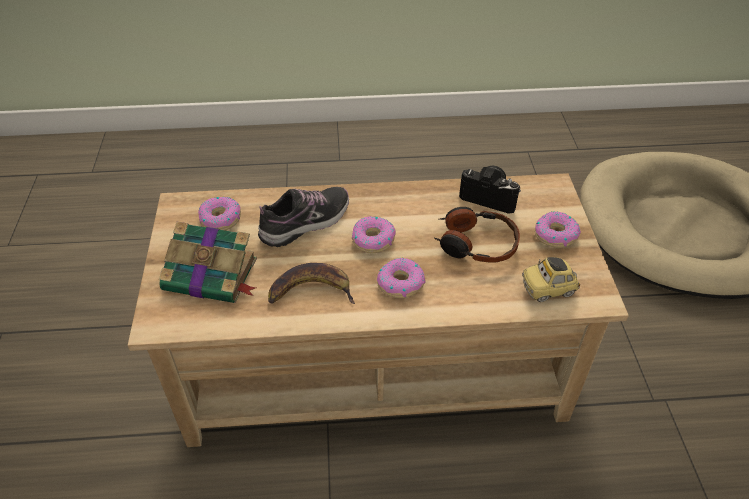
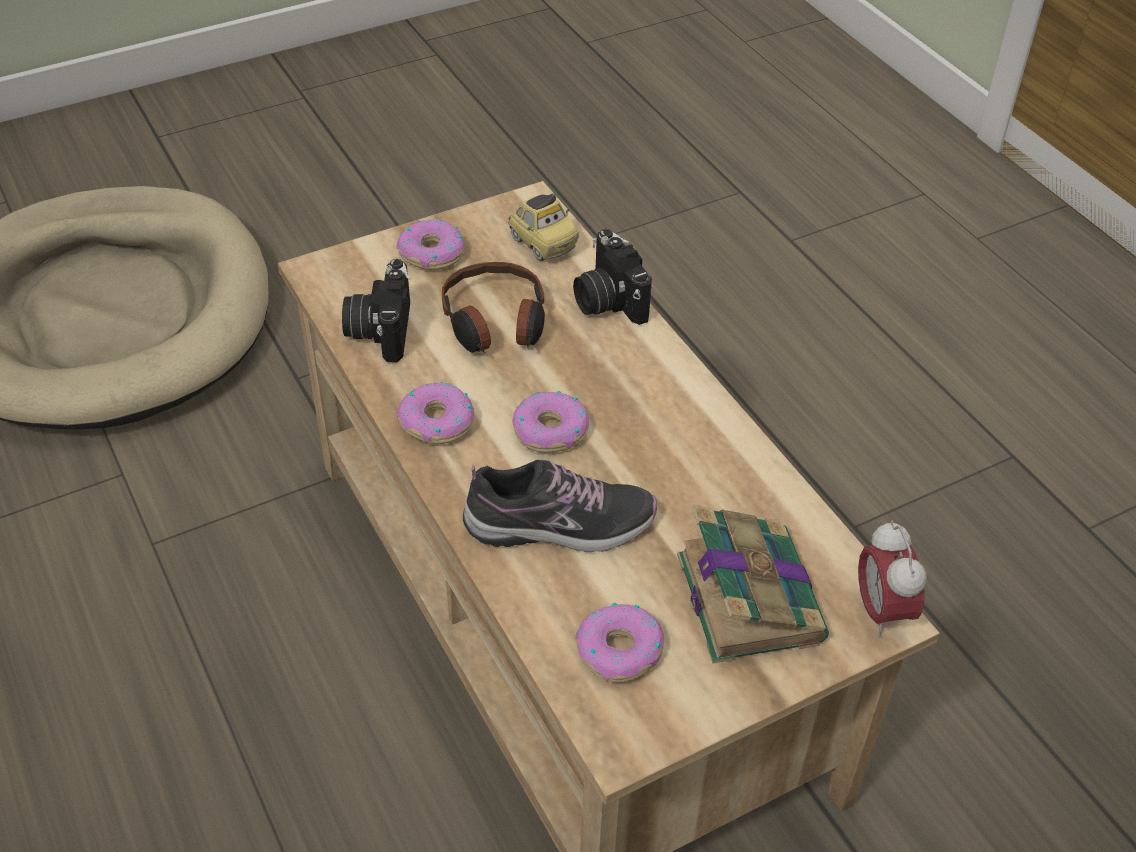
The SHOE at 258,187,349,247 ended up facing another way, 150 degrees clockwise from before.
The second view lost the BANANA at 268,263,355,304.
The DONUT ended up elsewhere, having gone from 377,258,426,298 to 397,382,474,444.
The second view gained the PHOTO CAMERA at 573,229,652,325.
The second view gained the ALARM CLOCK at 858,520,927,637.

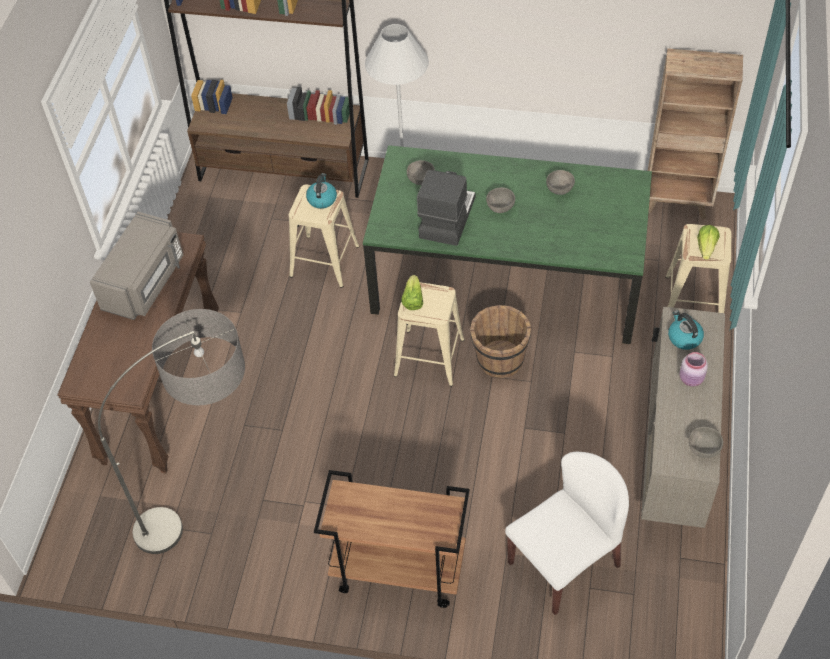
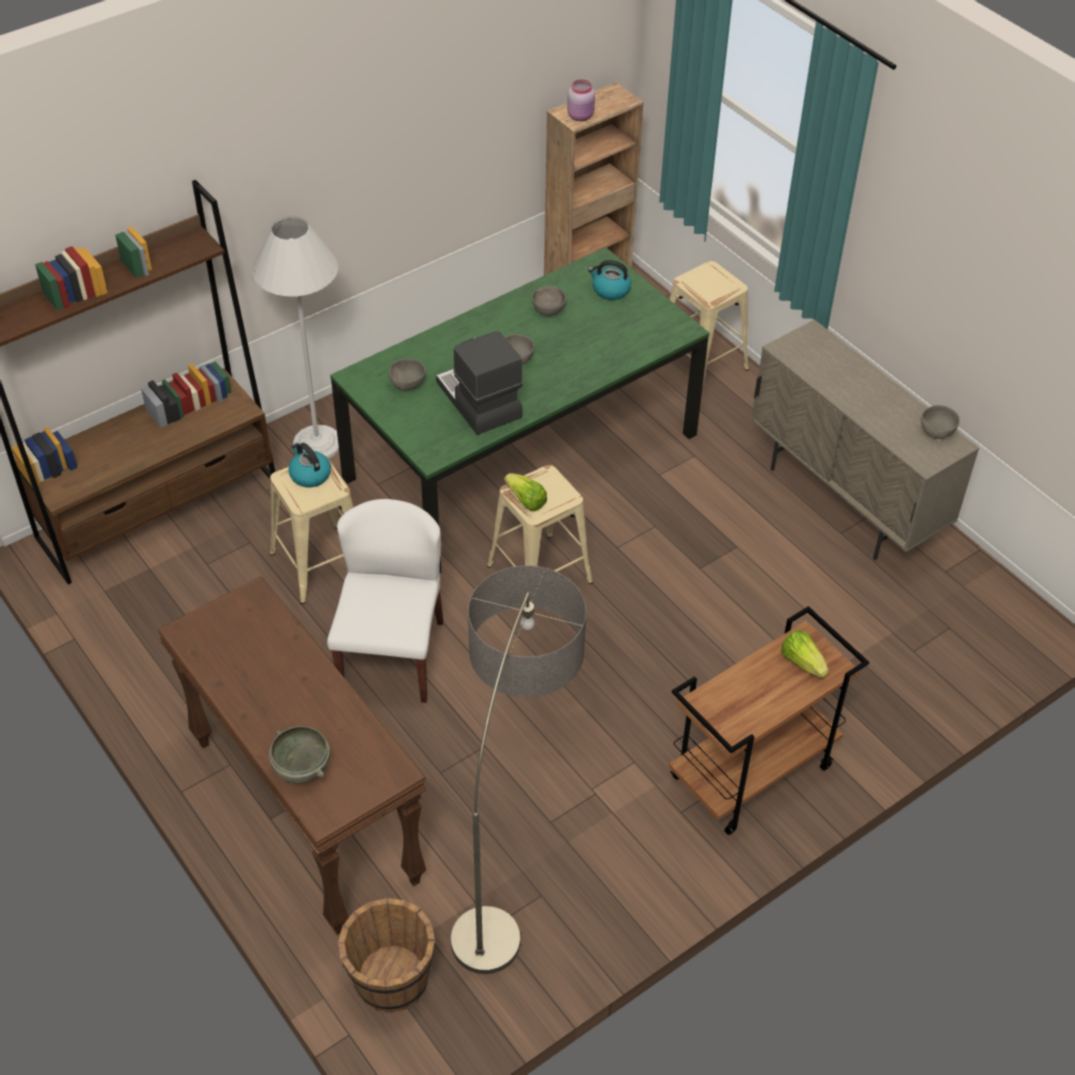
The second view lost the GREY MICROWAVE at 90,212,183,320.
The BROWN BUCKET ended up elsewhere, having gone from 470,305,531,378 to 338,898,435,1013.
The WHITE CHAIR ended up elsewhere, having gone from 505,452,629,615 to 327,499,443,703.
The KETTLE ended up elsewhere, having gone from 668,310,704,350 to 588,260,631,300.
The PINK JAR ended up elsewhere, having gone from 680,352,708,386 to 567,79,595,121.
The LETTUCE ended up elsewhere, having gone from 697,225,720,260 to 781,630,829,678.
The second view gained the GREY BOWL at 269,726,330,783.

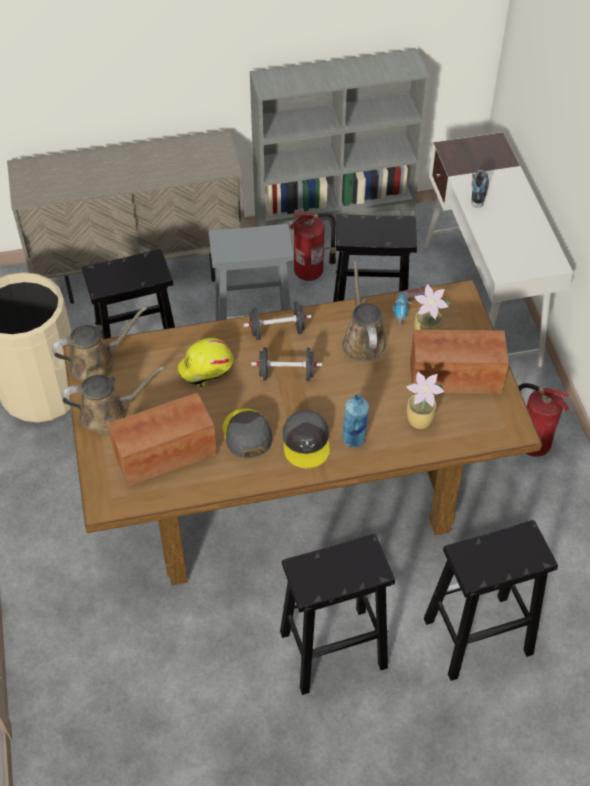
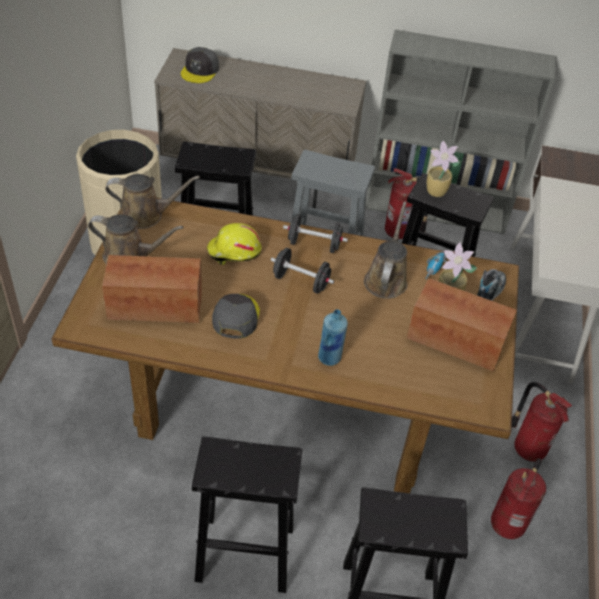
The GREY CAP ended up elsewhere, having gone from 283,410,330,468 to 181,47,219,83.
The POTTED PLANT ended up elsewhere, having gone from 406,371,445,429 to 427,140,461,197.
The SHOE ended up elsewhere, having gone from 471,170,489,208 to 477,269,506,301.
The second view gained the FIRE EXTINGUISHER at 491,458,546,539.

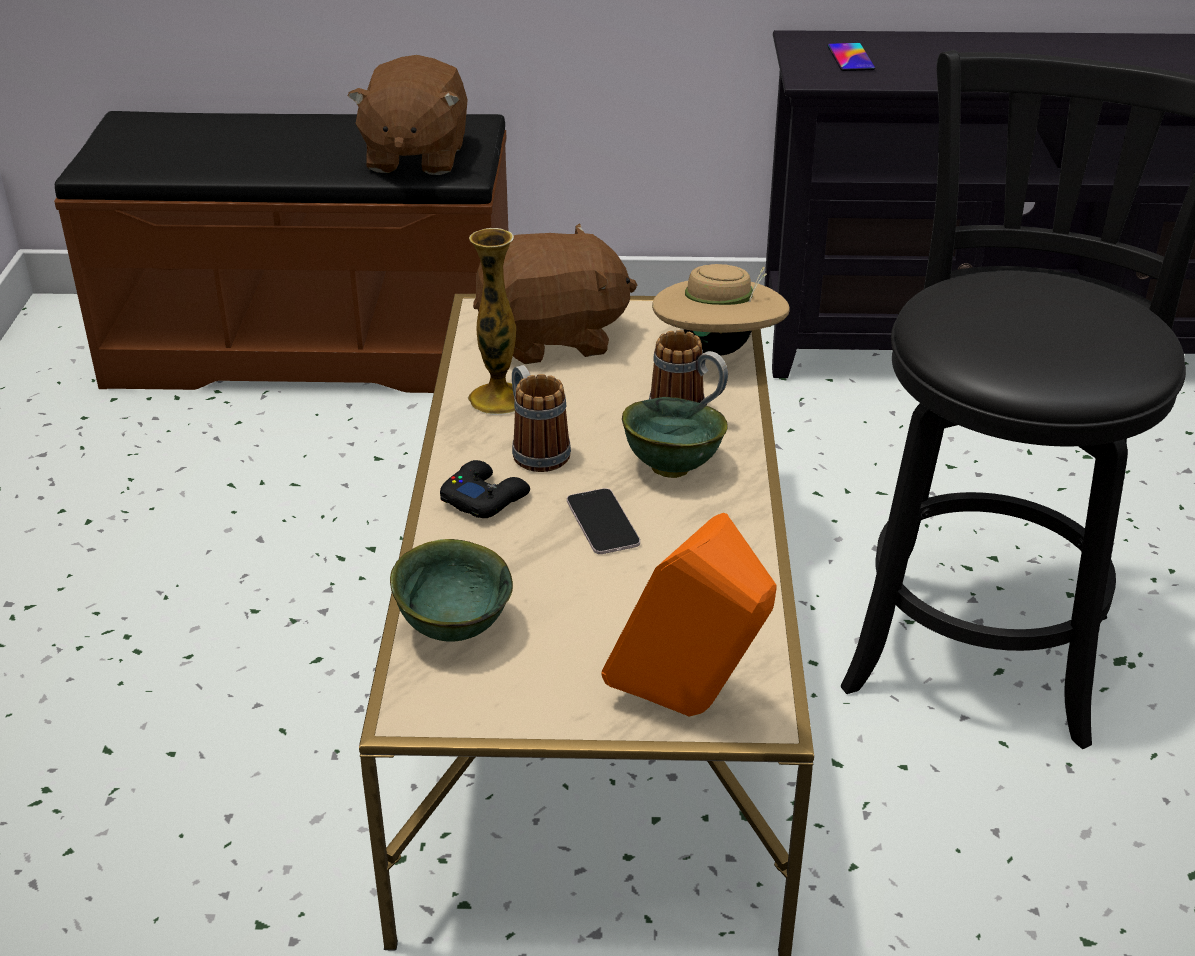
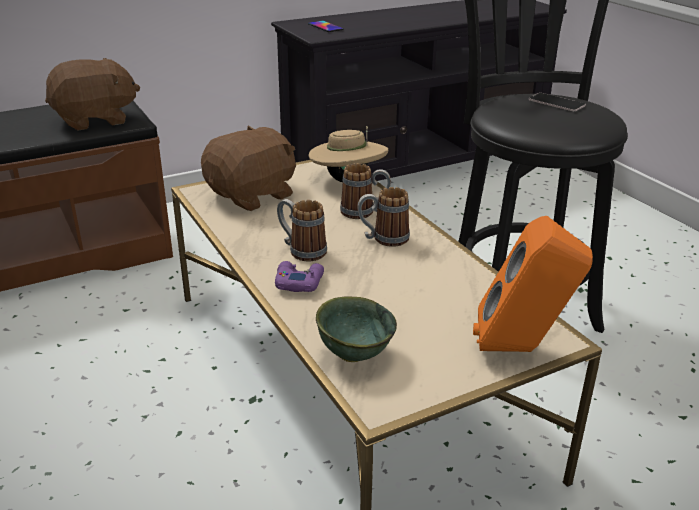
The BROWN PLUSH TOY at 347,55,468,175 ended up facing another way, 90 degrees counterclockwise from before.
What was the BLACK GAME CONTROLLER at 440,460,530,518 turned into the PURPLE GAME CONTROLLER at 275,261,324,292.
The second view lost the VASE at 467,228,516,415.
The PHONE ended up elsewhere, having gone from 567,488,640,554 to 529,93,586,111.
Where the GREEN BOWL stood at 622,397,727,478, the MUG came to stand at 357,187,410,247.

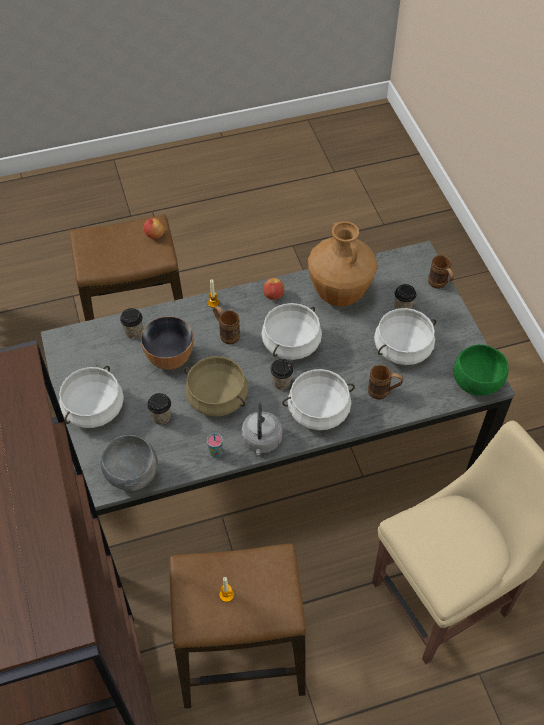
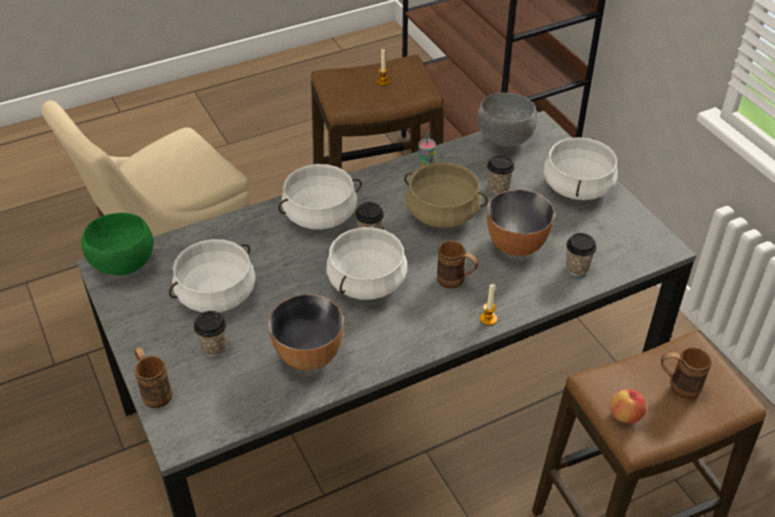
The second view lost the GREY KETTLE at 241,403,282,455.
The second view lost the APPLE at 263,278,284,300.
Where the BROWN VASE stood at 308,221,377,306, the BOWL came to stand at 268,294,344,370.
The BROWN MUG ended up elsewhere, having gone from 368,365,403,400 to 661,347,712,399.

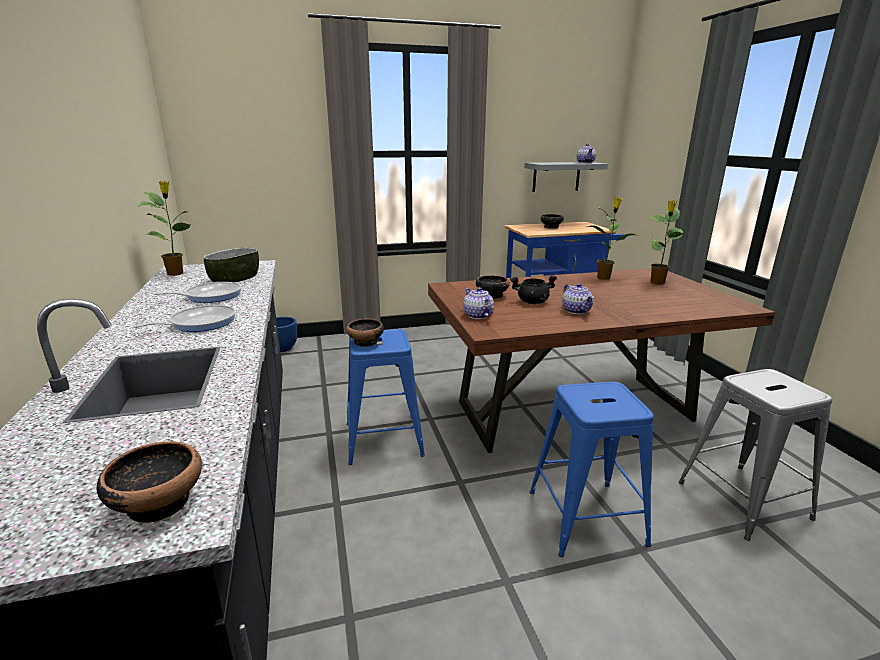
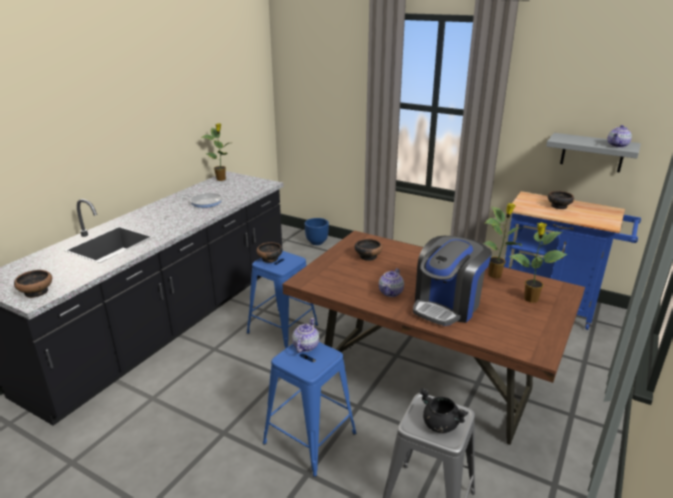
The second view lost the FRYING PAN at 133,305,236,332.
The second view lost the BOWL at 203,248,259,283.
The TEAPOT ended up elsewhere, having gone from 463,287,494,319 to 292,318,320,353.
The BLACK COOKING POT ended up elsewhere, having gone from 510,275,557,304 to 419,388,468,433.
The second view gained the COFFEE MACHINE at 413,236,492,326.

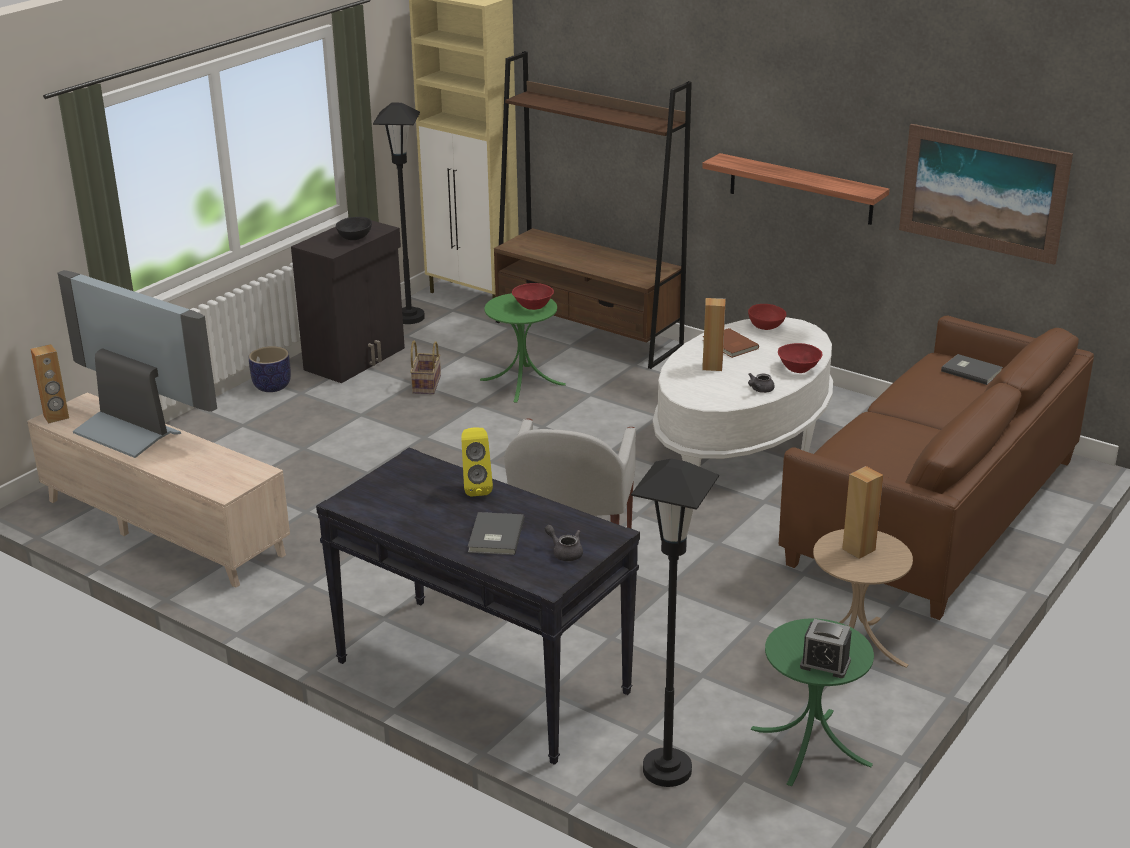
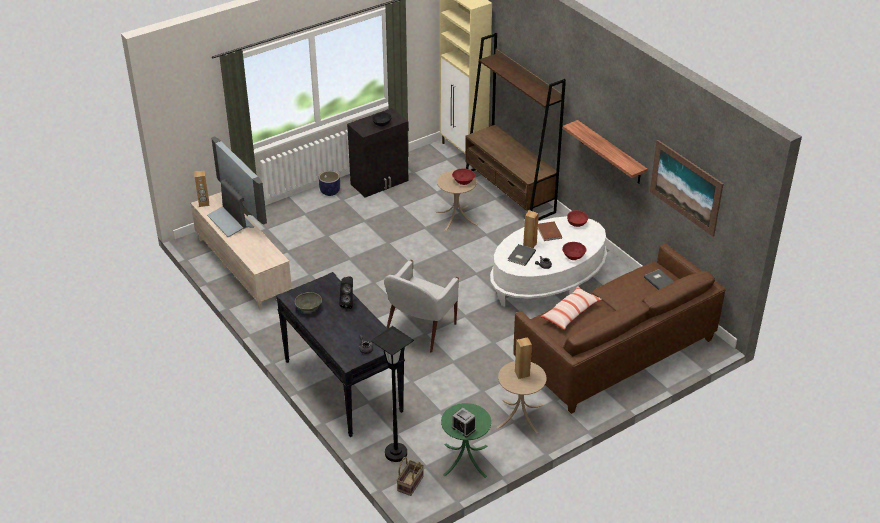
The second view lost the BLACK FLOOR LAMP at 373,103,425,324.
The BASKET ended up elsewhere, having gone from 410,341,441,394 to 397,457,424,496.
What was the YELLOW SPEAKER at 461,427,493,497 turned into the BLACK SPEAKER at 339,276,353,309.
The GREY BOOK ended up elsewhere, having gone from 468,512,524,555 to 508,244,536,266.
What was the GREEN SIDE TABLE at 480,293,566,402 turned into the BEIGE SIDE TABLE at 435,170,478,231.
The second view gained the GREY BOWL at 295,292,322,313.
The second view gained the PILLOW at 540,286,602,330.

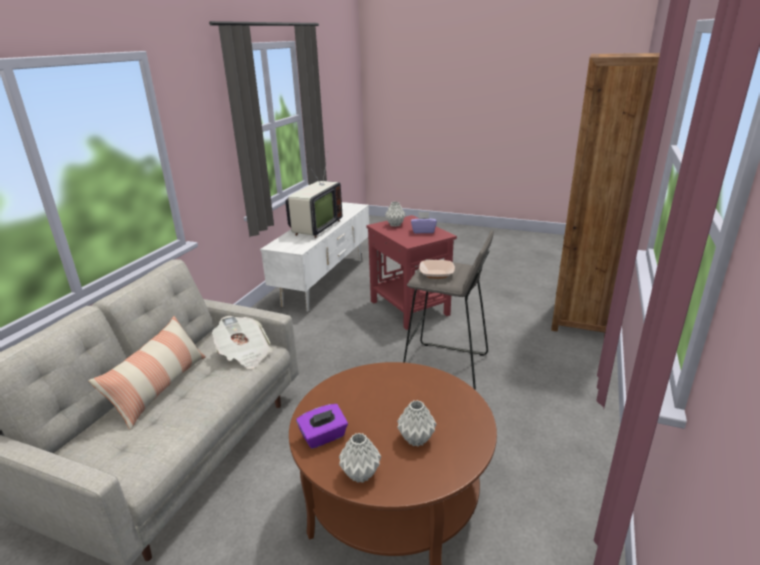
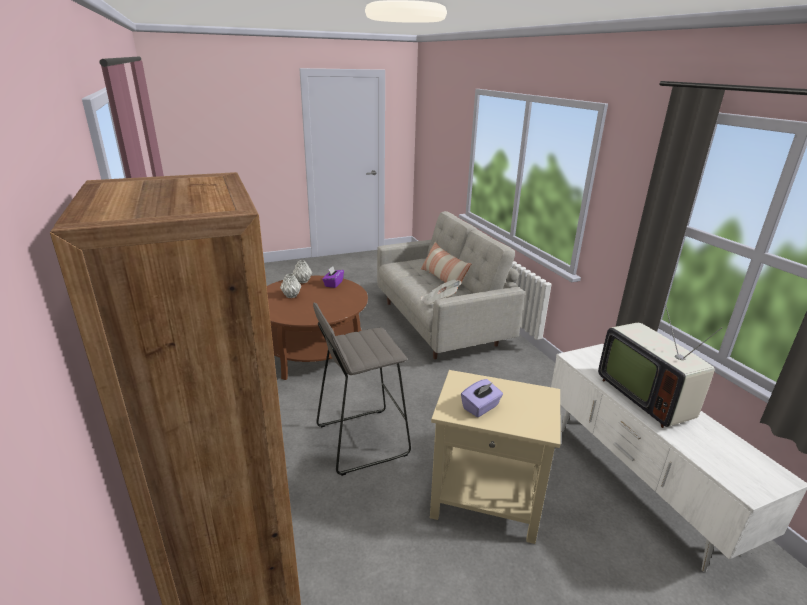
What was the RED SIDE TABLE at 366,215,457,330 turned into the BEIGE SIDE TABLE at 430,370,560,544.
The second view lost the GREY VASE at 385,201,406,227.
The second view lost the BOWL at 419,260,455,279.

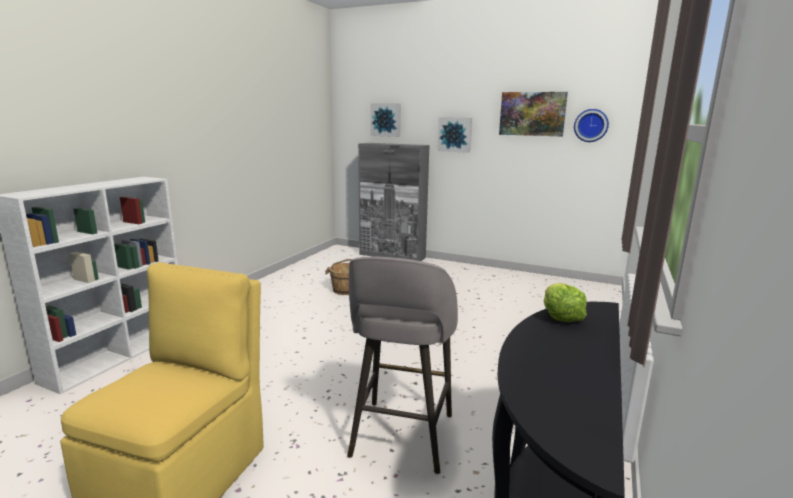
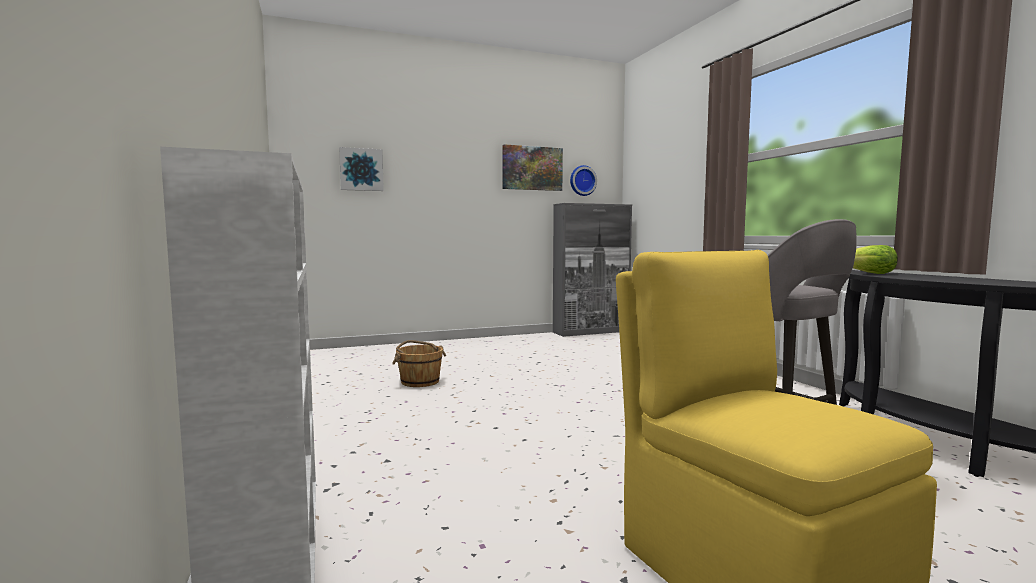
The GREY CABINET ended up elsewhere, having gone from 358,143,430,261 to 553,203,632,337.
The second view lost the PICTURE at 437,117,472,153.

